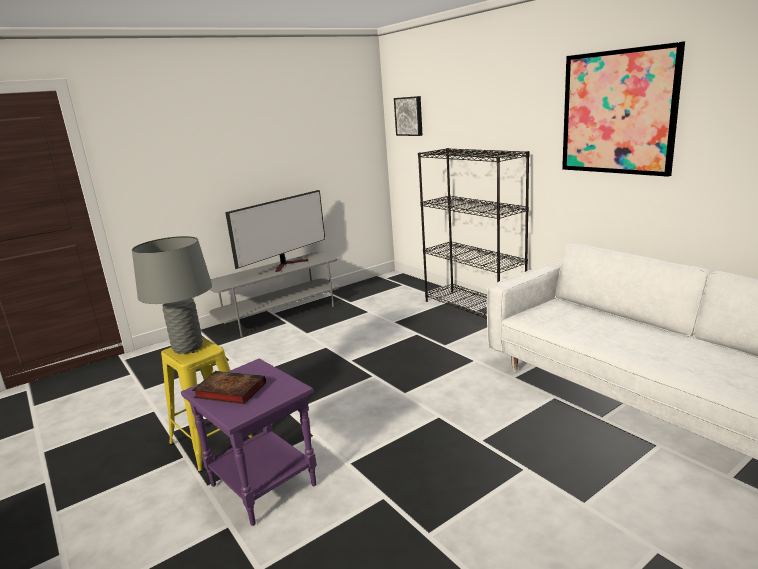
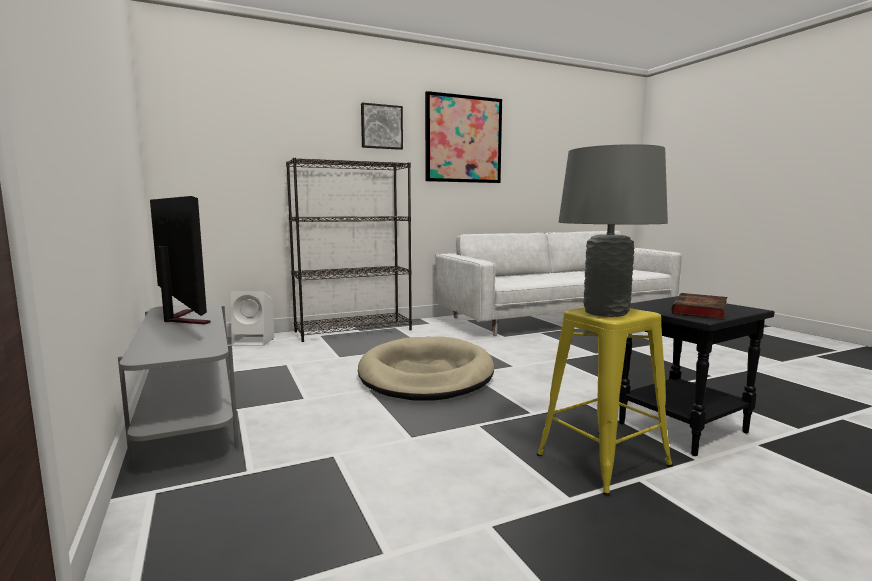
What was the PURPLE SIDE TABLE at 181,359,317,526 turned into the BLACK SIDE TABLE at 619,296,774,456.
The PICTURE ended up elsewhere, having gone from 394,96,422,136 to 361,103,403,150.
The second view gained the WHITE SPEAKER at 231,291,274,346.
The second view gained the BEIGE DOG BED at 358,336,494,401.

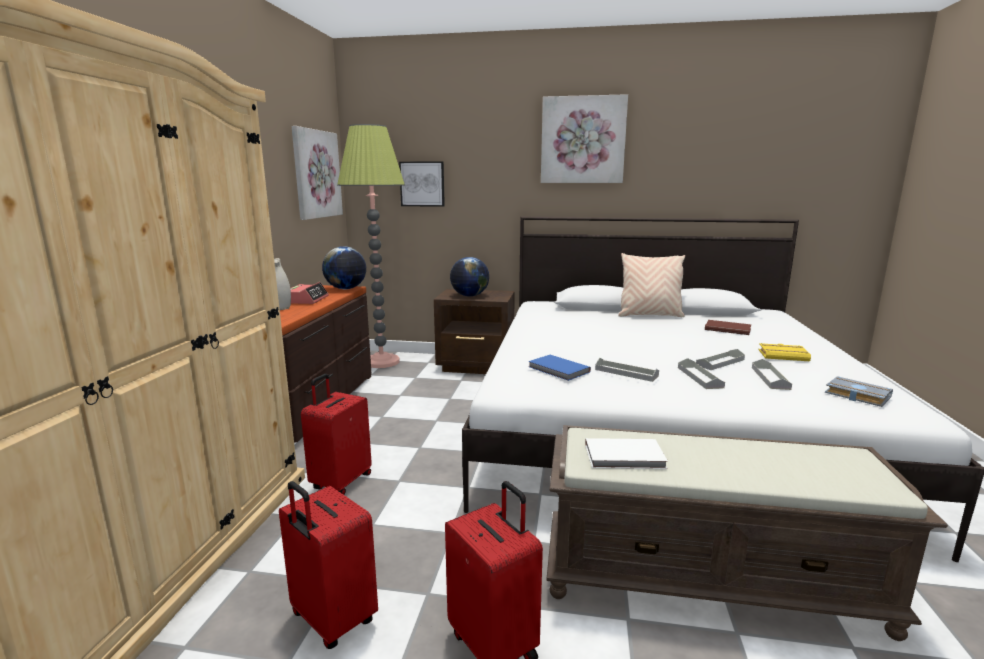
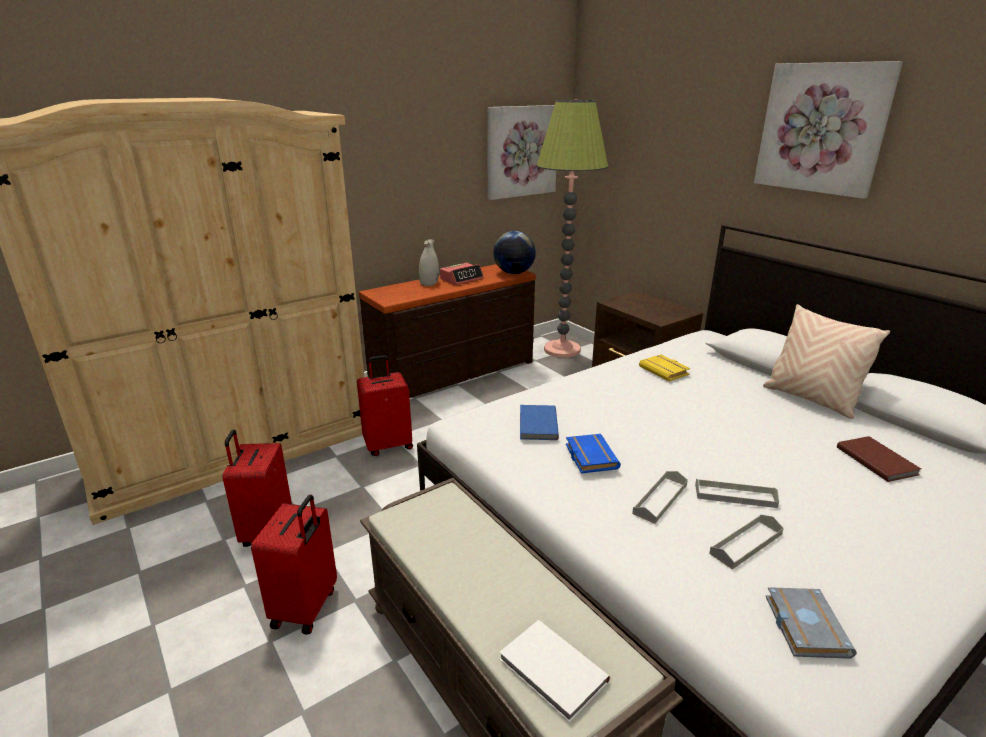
The second view lost the PICTURE at 399,161,445,207.
The second view lost the GLOBE at 450,257,489,297.
The WHITE BOOK ended up elsewhere, having gone from 585,438,668,469 to 499,620,610,723.
Where the GREY TRAY stood at 595,358,659,382, the BLUE BOOK came to stand at 566,434,621,473.
The YELLOW BOOK ended up elsewhere, having gone from 758,343,811,361 to 639,354,690,381.

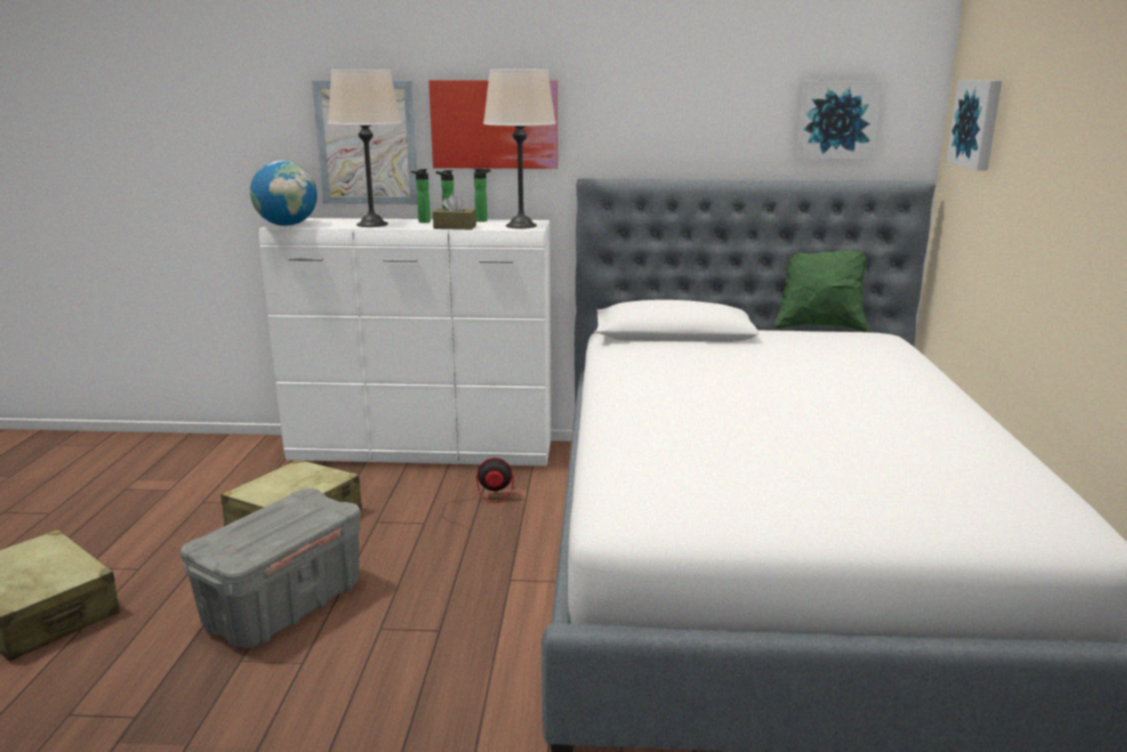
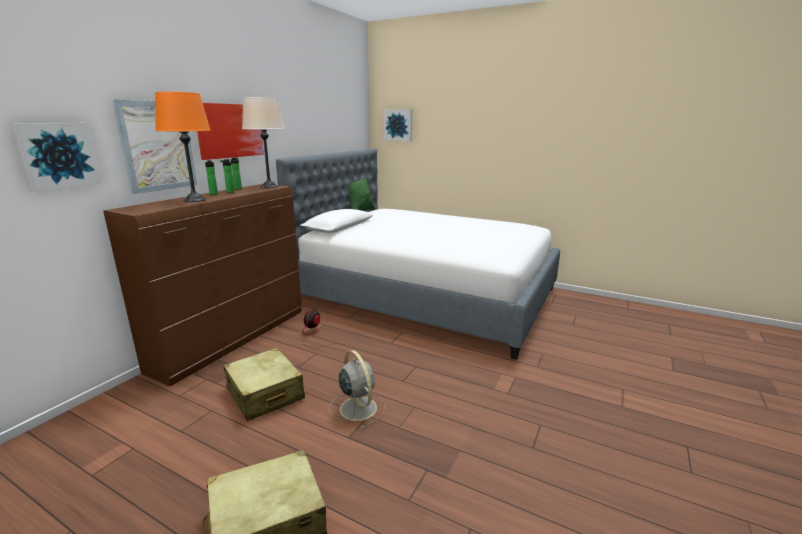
Where the GREY STORAGE BOX stood at 180,488,361,648, the GREY FAN came to stand at 329,350,386,429.
The second view lost the GLOBE at 250,161,317,226.
What was the WHITE DRESSER at 259,218,551,466 turned into the BROWN DRESSER at 103,184,302,386.
What was the BEIGE TABLE LAMP at 328,69,401,227 turned into the ORANGE TABLE LAMP at 155,92,211,202.
The second view lost the BROWN TISSUE BOX at 433,194,476,230.
The PICTURE ended up elsewhere, having gone from 796,81,882,159 to 10,123,102,191.

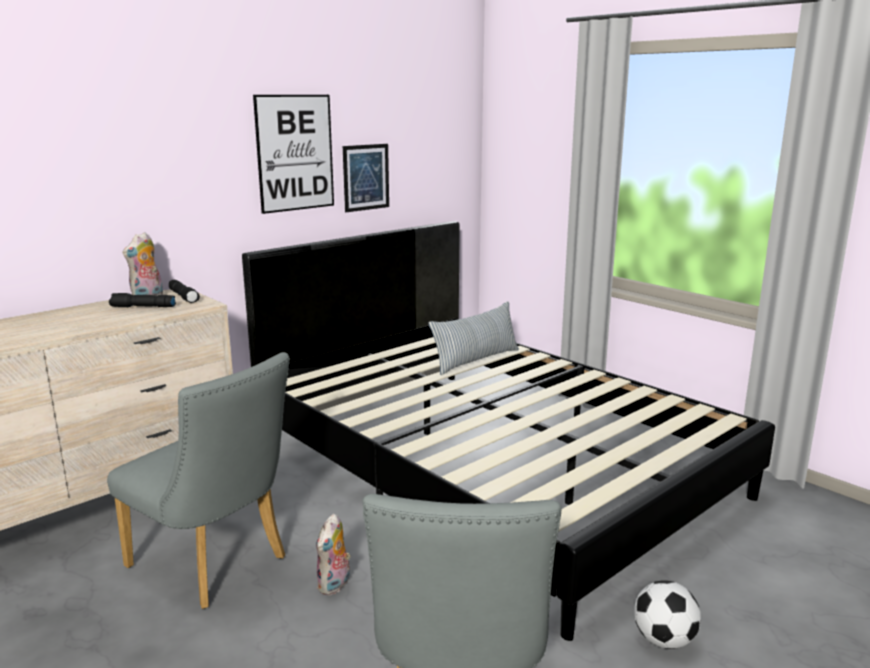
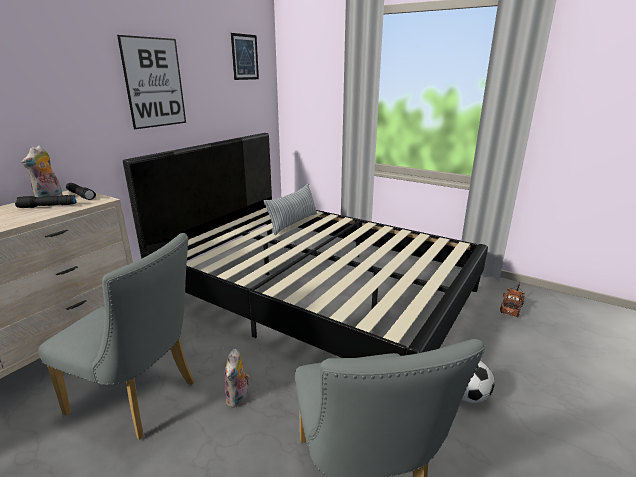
The PICTURE ended up elsewhere, having gone from 343,144,389,212 to 231,33,259,80.
The second view gained the TOY TRUCK at 500,282,525,317.

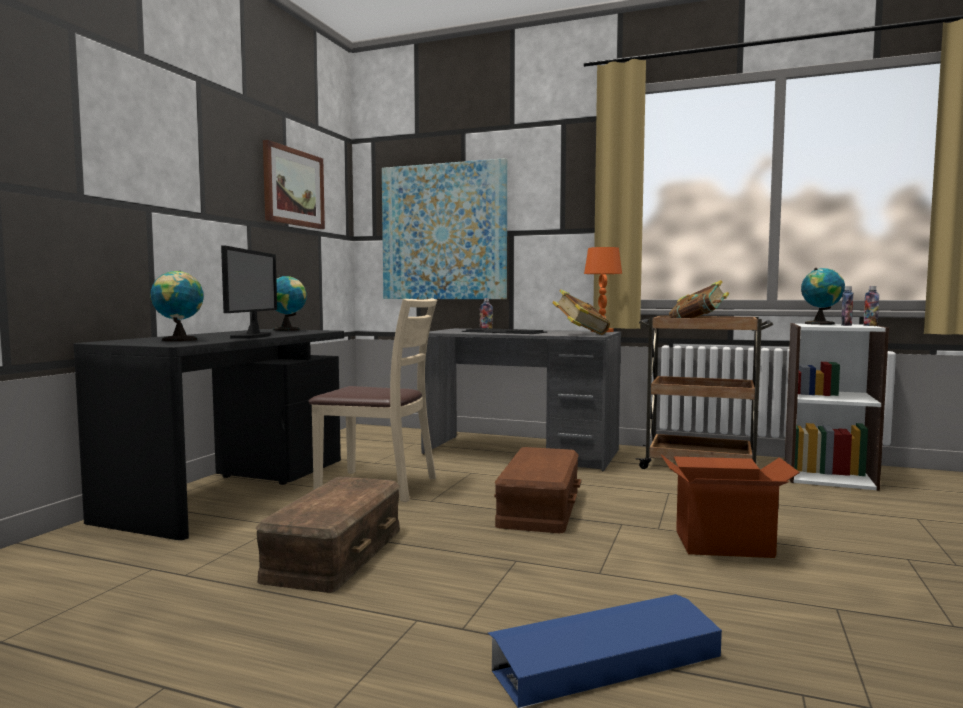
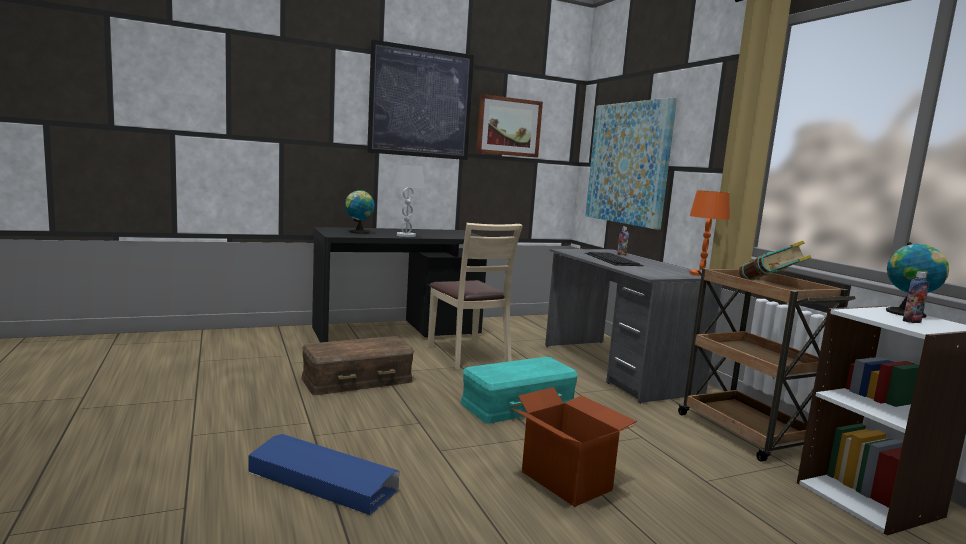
Where the MONITOR stood at 221,246,277,338, the WHITE TABLE LAMP came to stand at 392,164,424,237.
The second view lost the GLOBE at 273,276,307,331.
What was the BROWN STORAGE BOX at 494,447,582,533 turned into the TURQUOISE STORAGE BOX at 461,357,578,423.
The second view lost the BOOK at 552,289,610,335.
The second view lost the BOTTLE at 863,286,879,326.
The second view gained the PICTURE at 367,39,474,160.

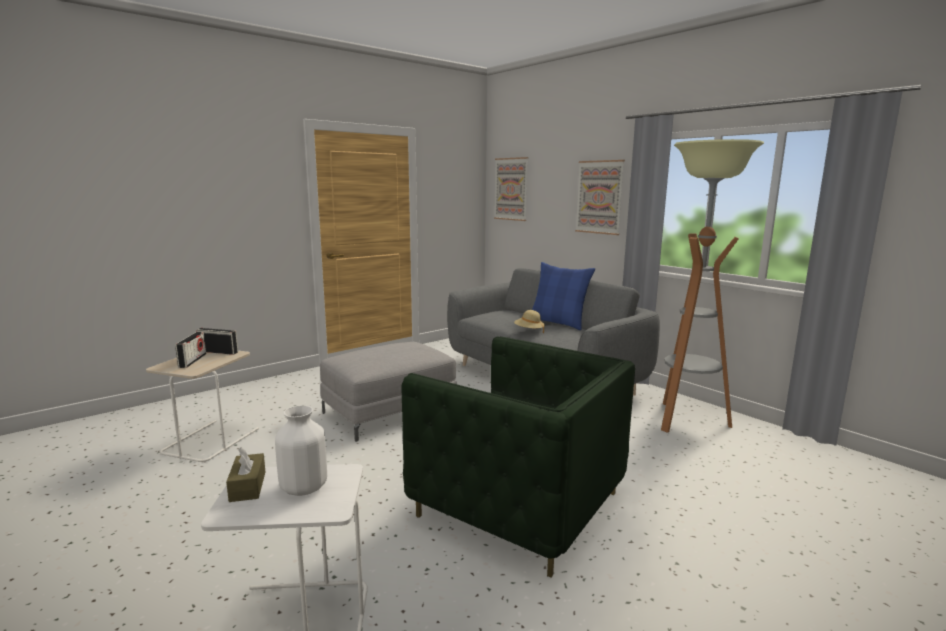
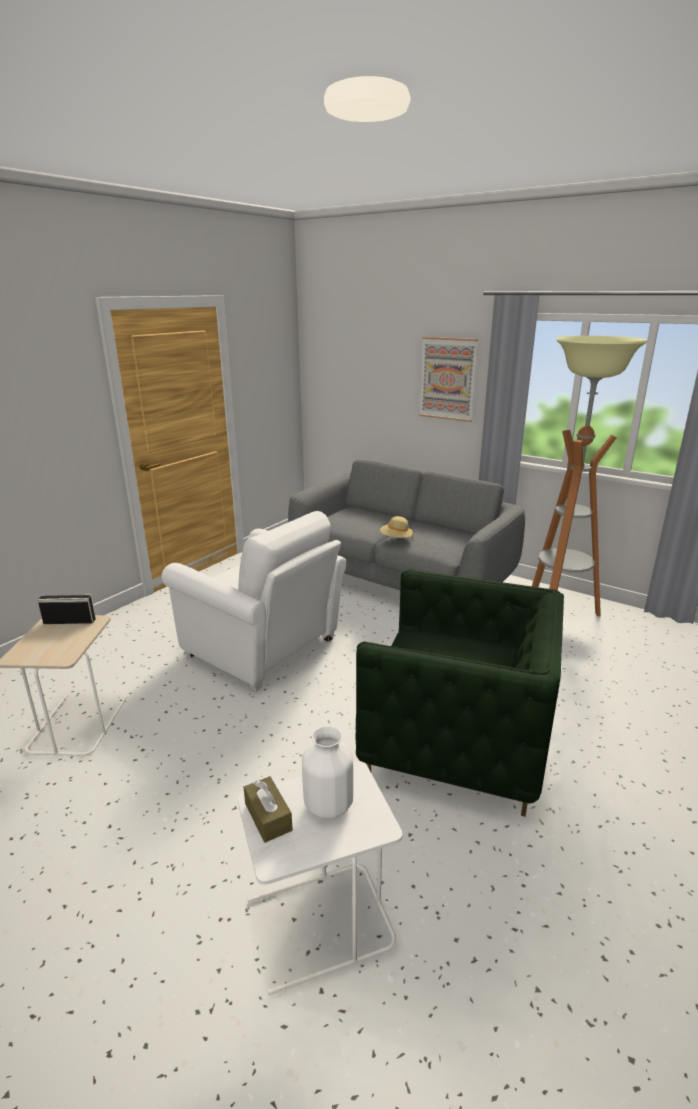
The second view lost the RADIO at 175,332,206,368.
Where the GREY OTTOMAN stood at 320,342,457,442, the WHITE ARMCHAIR came to stand at 162,511,346,691.
The second view lost the PICTURE at 494,157,528,221.
The second view lost the BLUE PILLOW at 532,262,595,330.

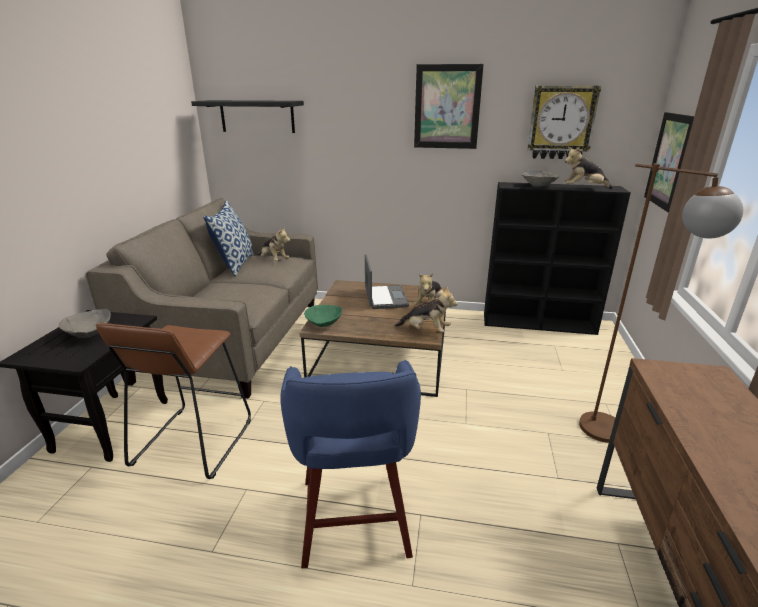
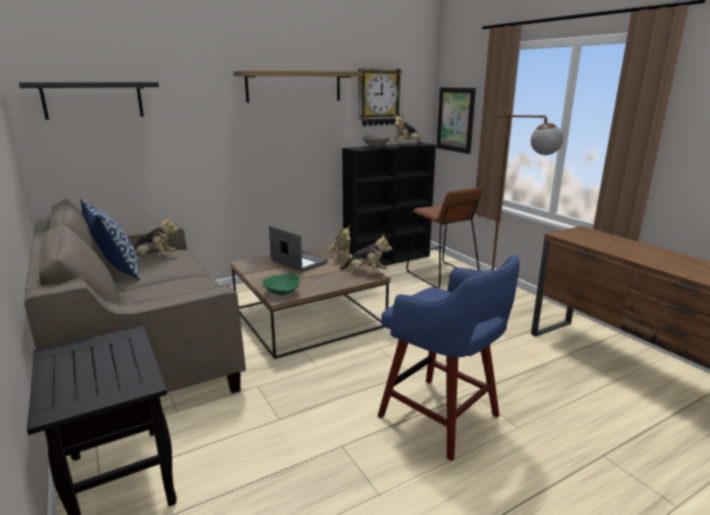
The second view lost the GREY BOWL at 58,309,111,338.
The BROWN STOOL ended up elsewhere, having gone from 96,323,251,479 to 406,188,483,288.
The PLUSH TOY at 395,287,458,332 ended up facing another way, 45 degrees clockwise from before.
Where the PICTURE hung at 414,64,484,149, the SHELF came to hang at 233,70,363,103.

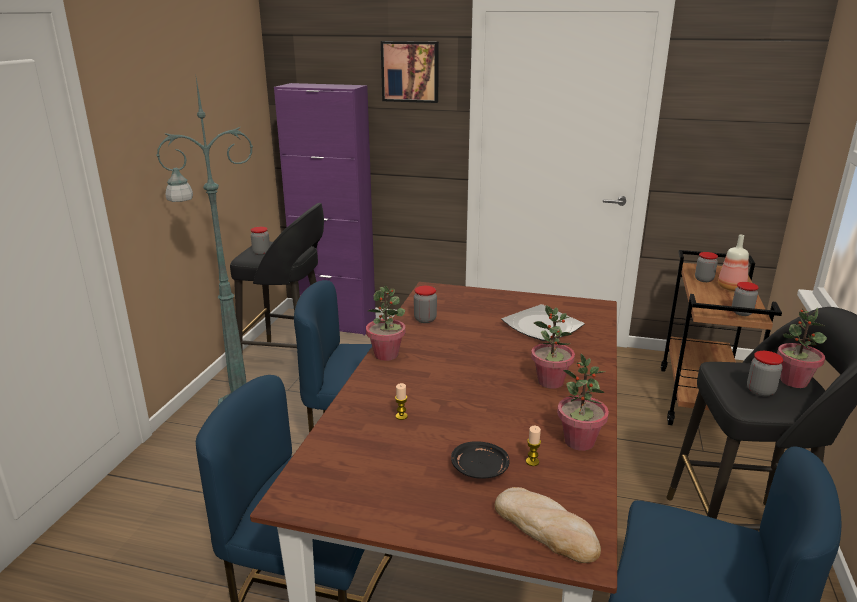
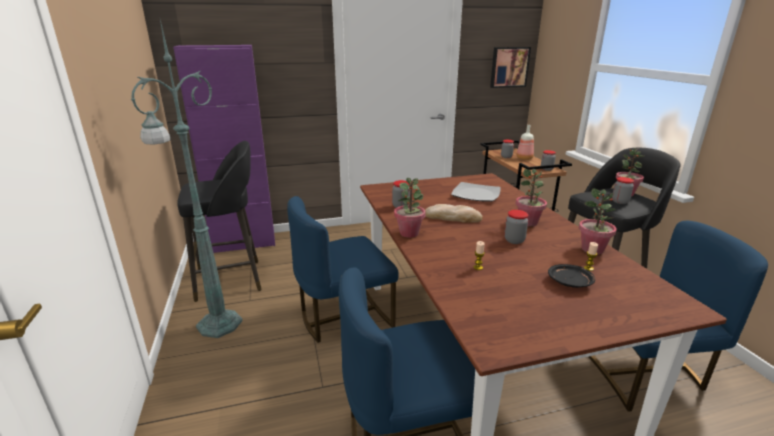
The JAR ended up elsewhere, having gone from 251,227,270,255 to 504,210,528,244.
The PICTURE ended up elsewhere, having gone from 381,41,439,103 to 490,47,531,88.
The BREAD ended up elsewhere, having gone from 495,487,601,563 to 425,204,483,223.

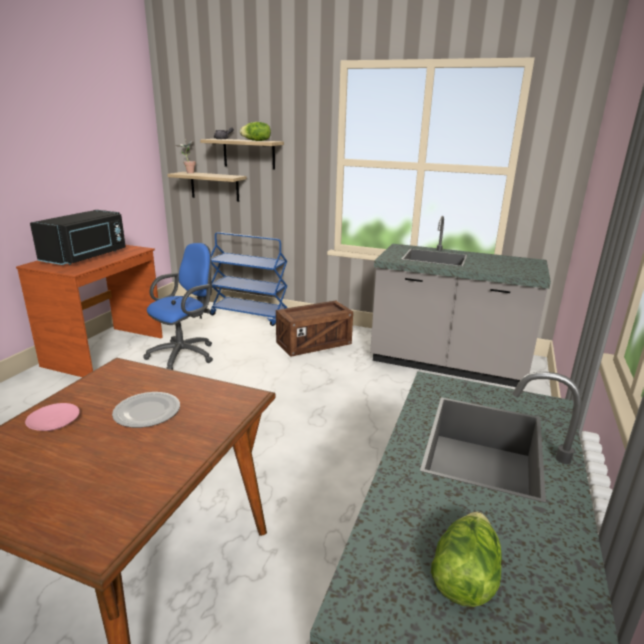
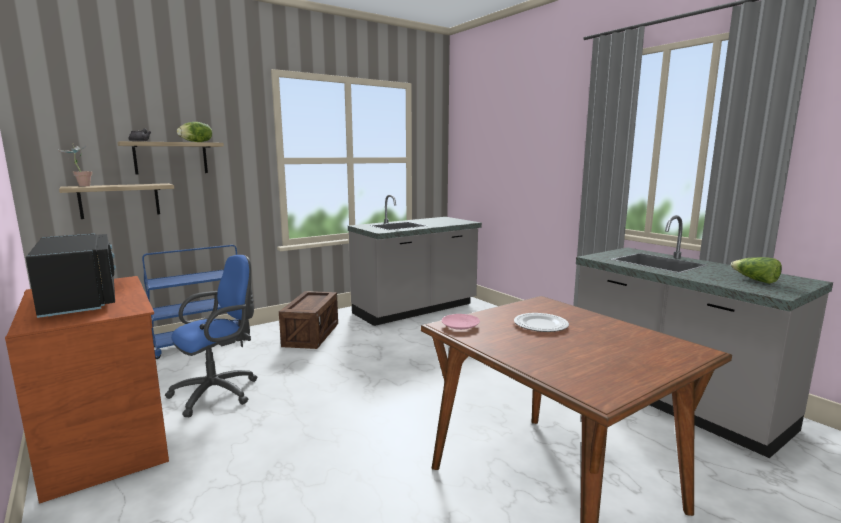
The PINK PLATE ended up elsewhere, having gone from 25,403,79,431 to 442,314,480,330.
The BLUE OFFICE CHAIR at 143,243,213,370 ended up facing another way, 60 degrees clockwise from before.

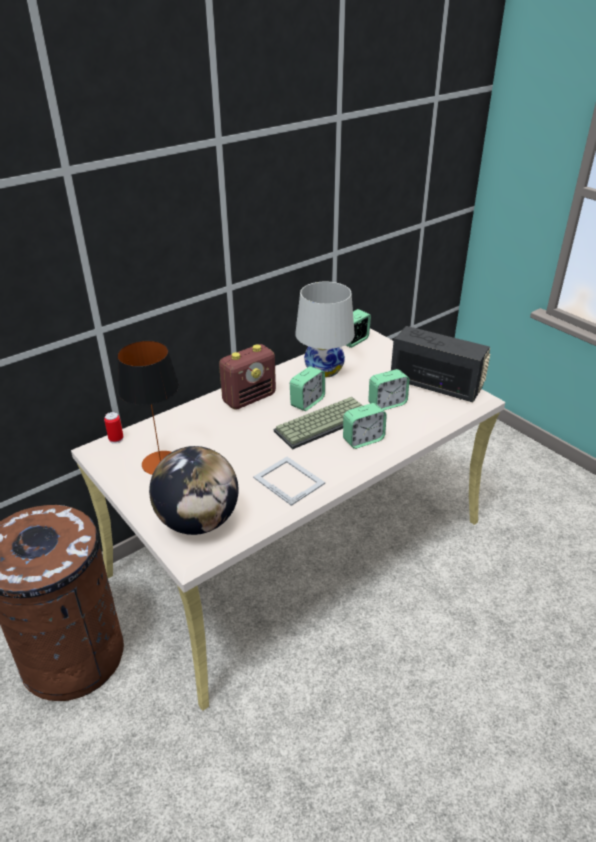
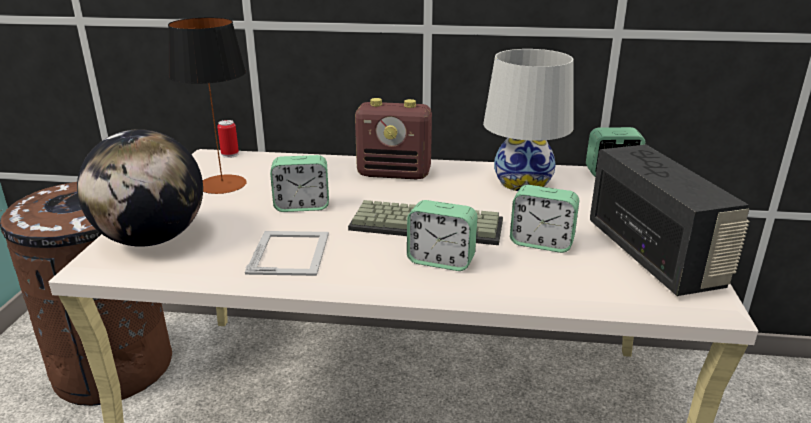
The ALARM CLOCK ended up elsewhere, having gone from 290,366,325,411 to 270,155,329,212.

